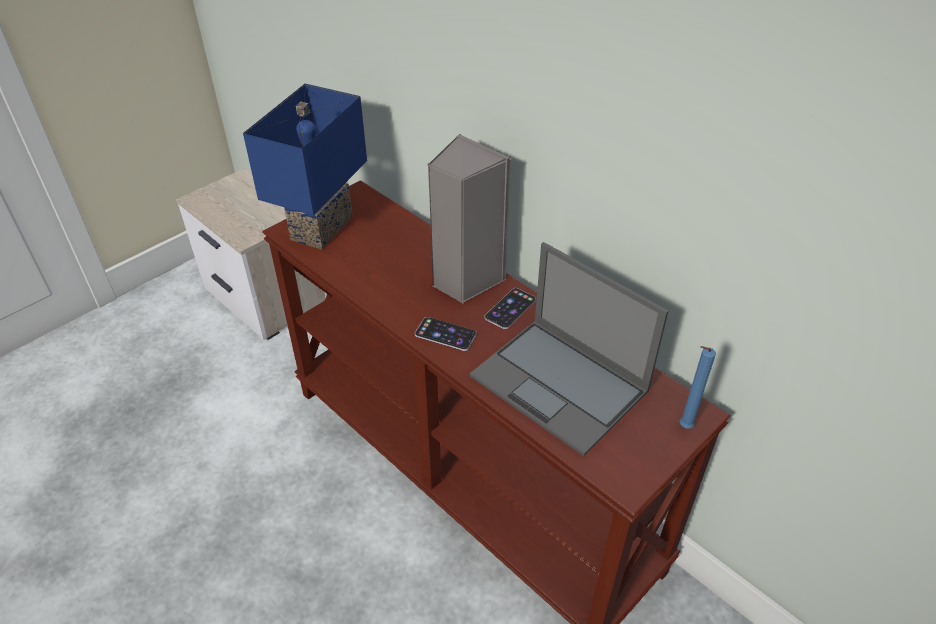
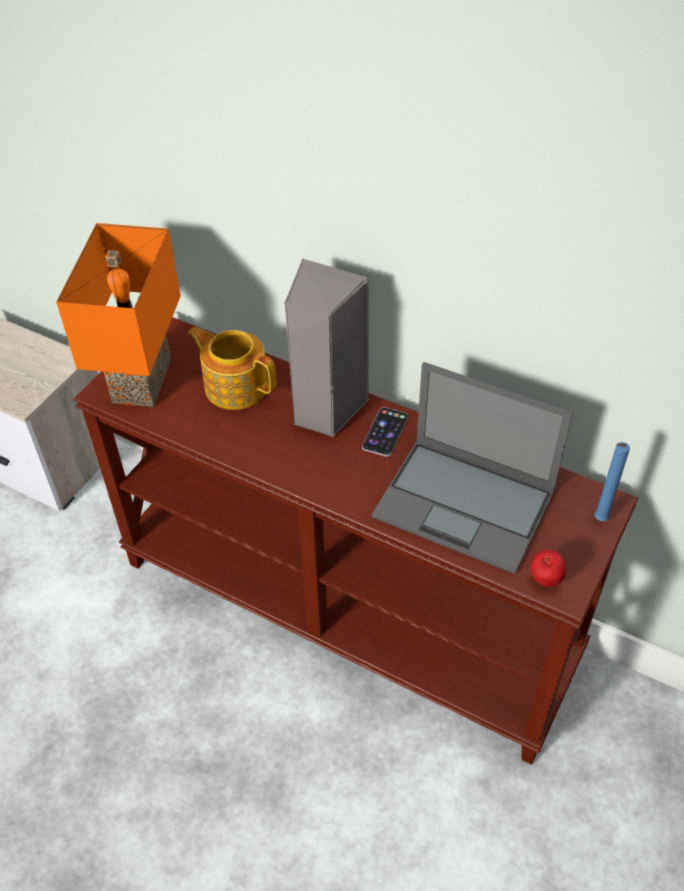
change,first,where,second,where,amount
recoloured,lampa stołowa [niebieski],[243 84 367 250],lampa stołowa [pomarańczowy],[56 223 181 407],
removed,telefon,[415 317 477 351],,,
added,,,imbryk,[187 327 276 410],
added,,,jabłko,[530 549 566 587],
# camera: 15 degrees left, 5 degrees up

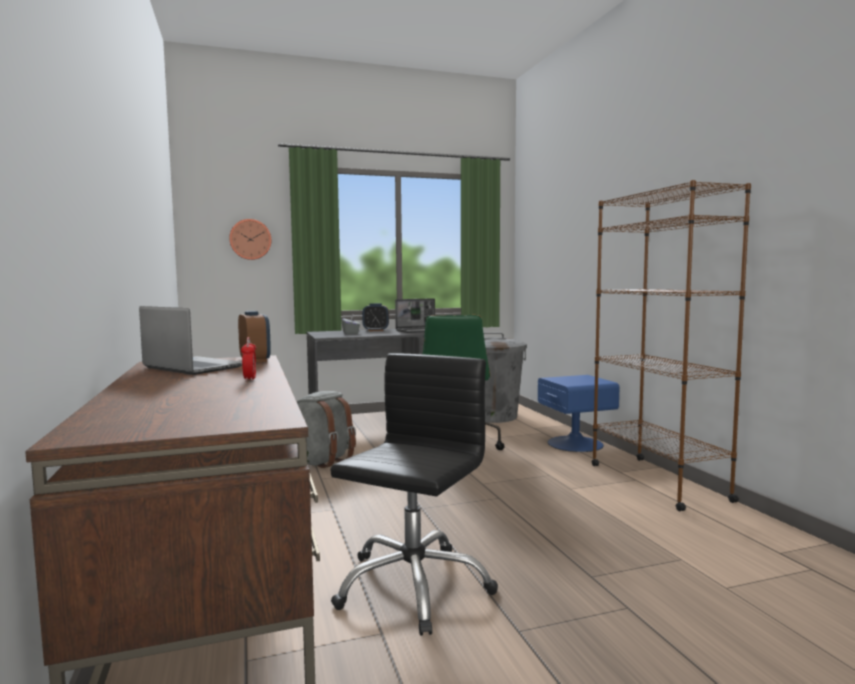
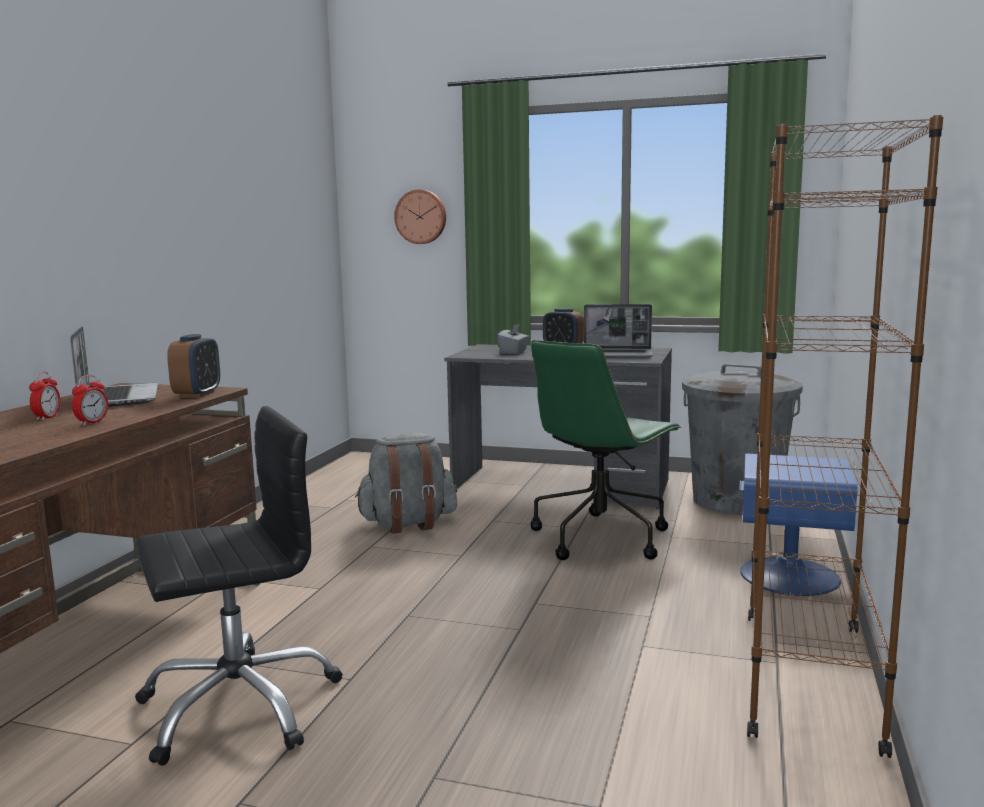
change,first,where,second,where,amount
added,,,budzik,[29 372 60 421],
# camera: 35 degrees right, 5 degrees up

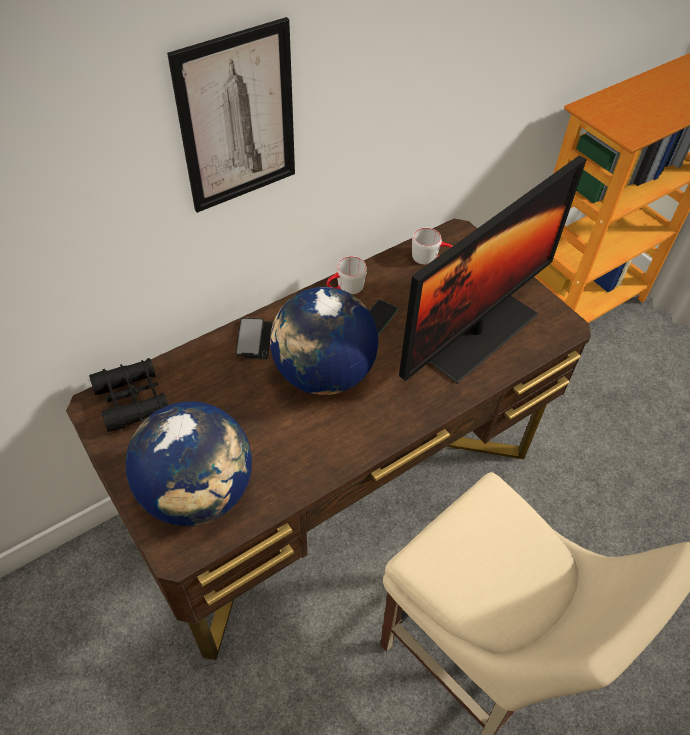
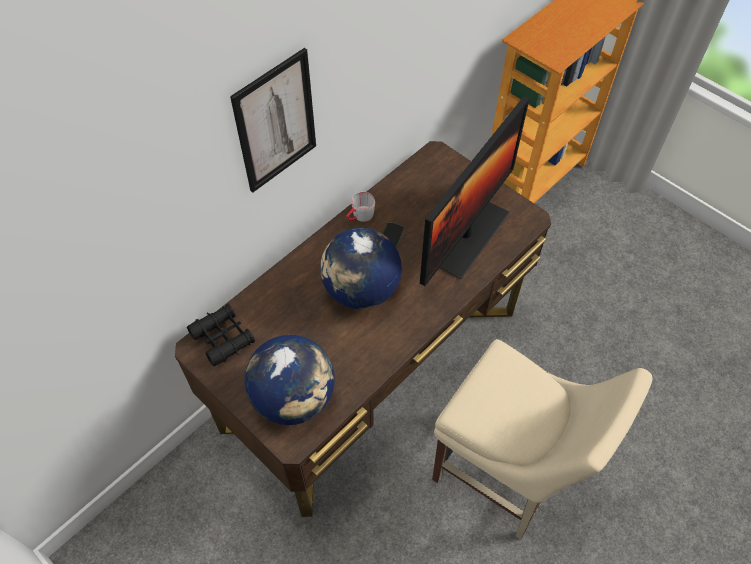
change,first,where,second,where,amount
removed,kubek [szary],[412 228 452 265],,,
removed,telefon,[235 318 272 359],,,
# camera: 10 degrees left, 5 degrees up

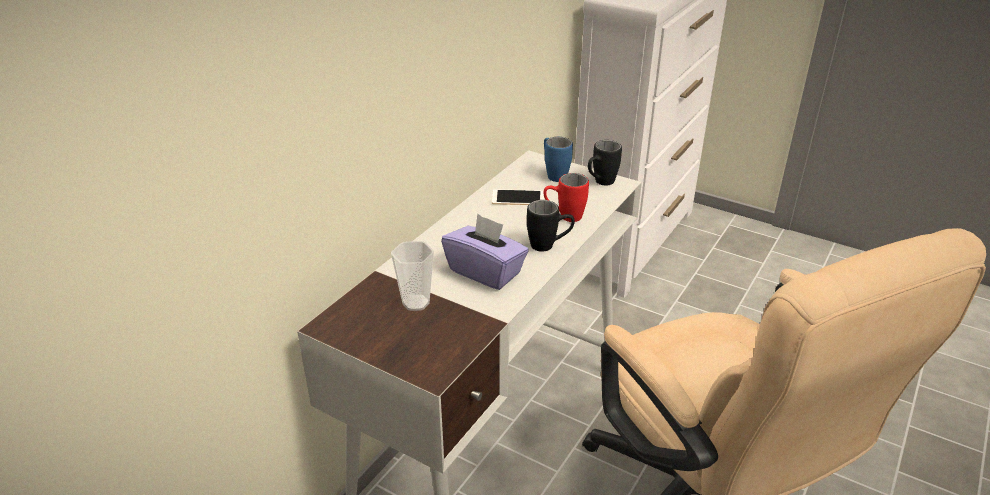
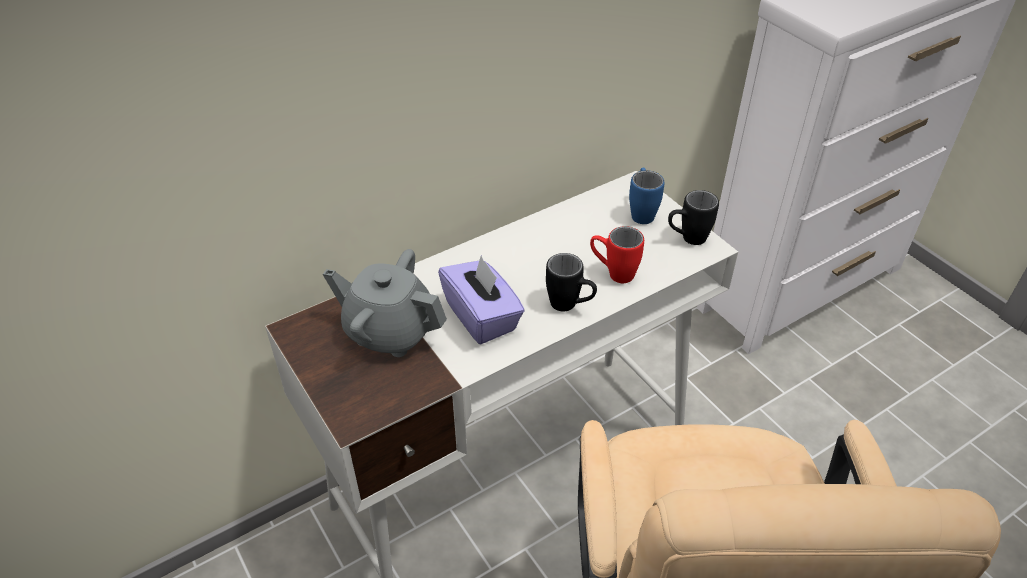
change,first,where,second,where,amount
removed,telefon,[492 189 547 205],,,
replaced,filiżanka,[391 241 434 311],imbryk [szary],[323 249 447 357],
# camera: 25 degrees right, 10 degrees up

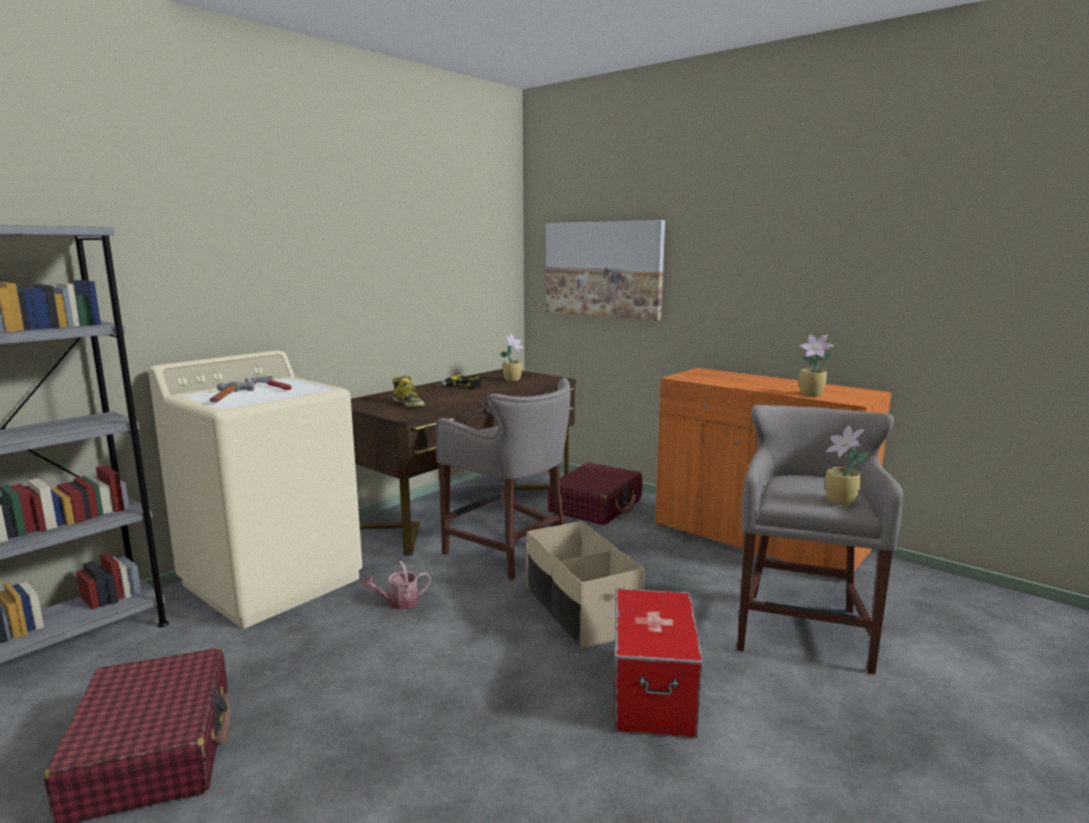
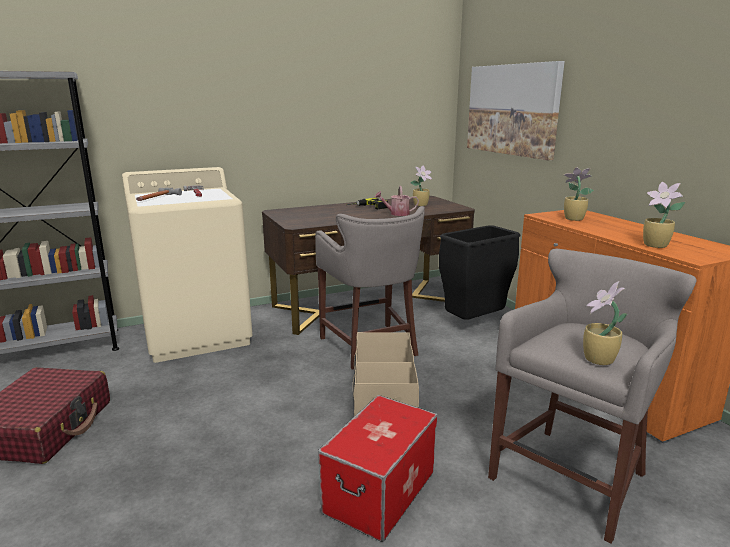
change,first,where,second,where,amount
removed,but z cholewką,[392 376 425 407],,,
replaced,walizka [czerwony],[547 462 642 525],kosz na śmieci [czarny],[439 225 520 320],
moved,konewka,[363 561 431 610],,[374 186 419 216],
added,,,roślina doniczkowa,[564 167 594 221],
# camera: 25 degrees right, 5 degrees up

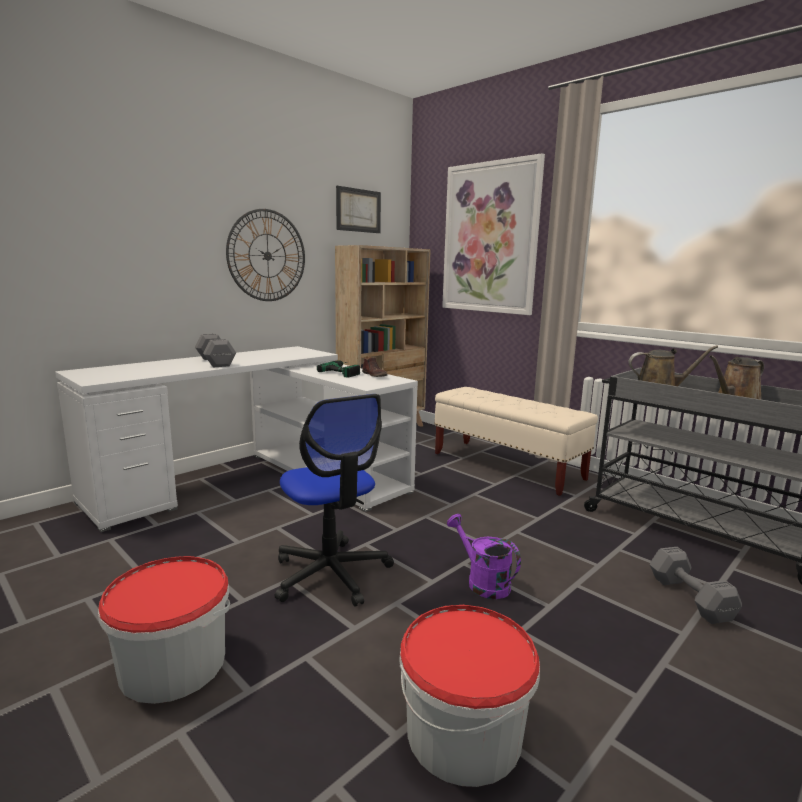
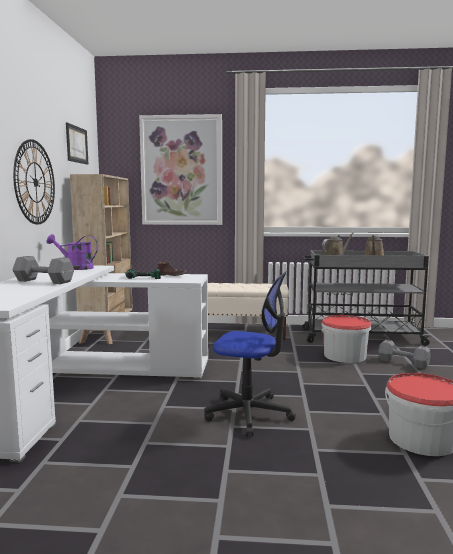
change,first,where,second,where,amount
moved,konewka [fioletowy],[447 514 521 599],,[46 234 98 270],
moved,wiadro,[98 556 230 704],,[321 315 371 363],
# camera: 40 degrees left, 5 degrees down

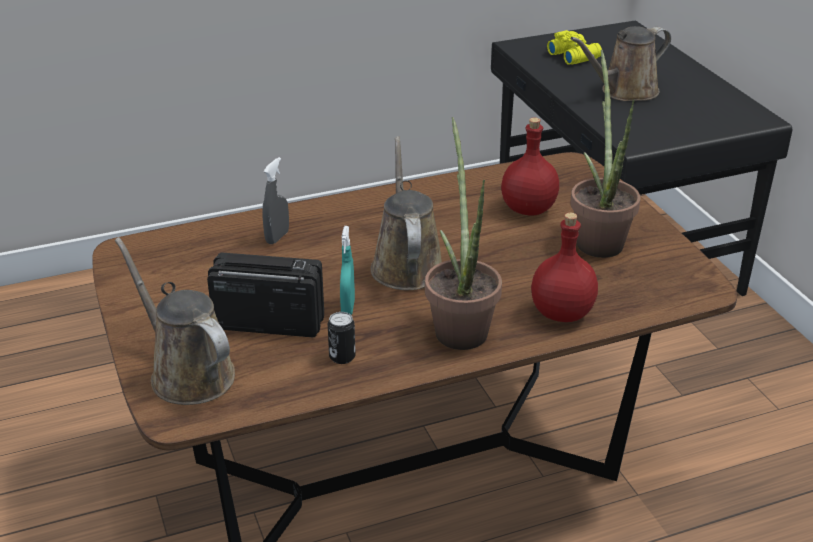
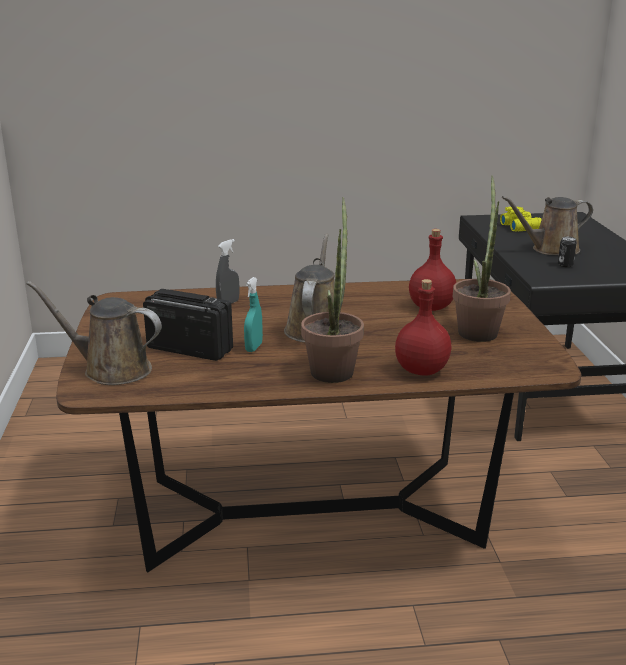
change,first,where,second,where,amount
turned,konewka [brązowy],[115 237 235 405],,[26 281 162 385],45 degrees counterclockwise
moved,puszka,[328 312 356 364],,[558 237 576 267],
# camera: 15 degrees right, 10 degrees down

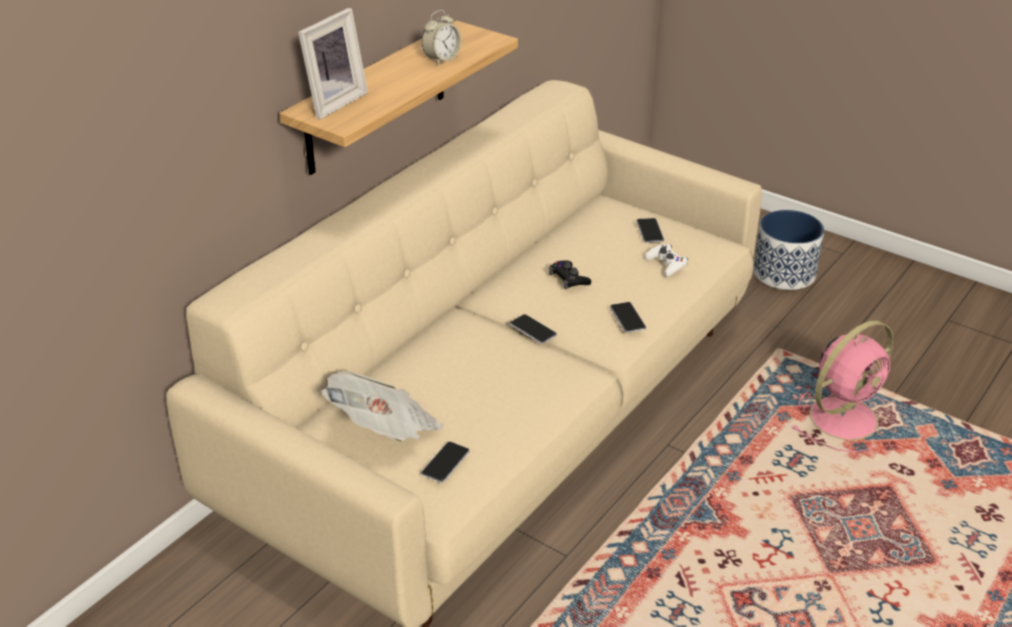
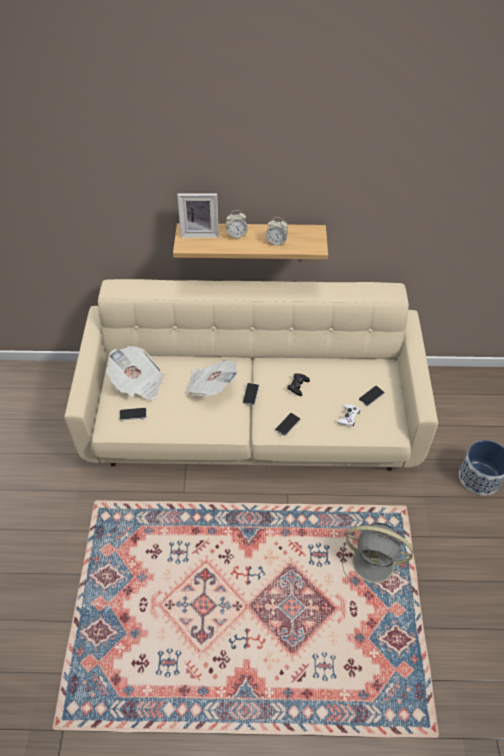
change,first,where,second,where,amount
recoloured,wentylator [różowy],[792 320 893 452],wentylator [szary],[342 523 413 588],
added,,,budzik,[226 210 248 238],
added,,,gazeta,[186 360 238 397],
# camera: 55 degrees right, 15 degrees up

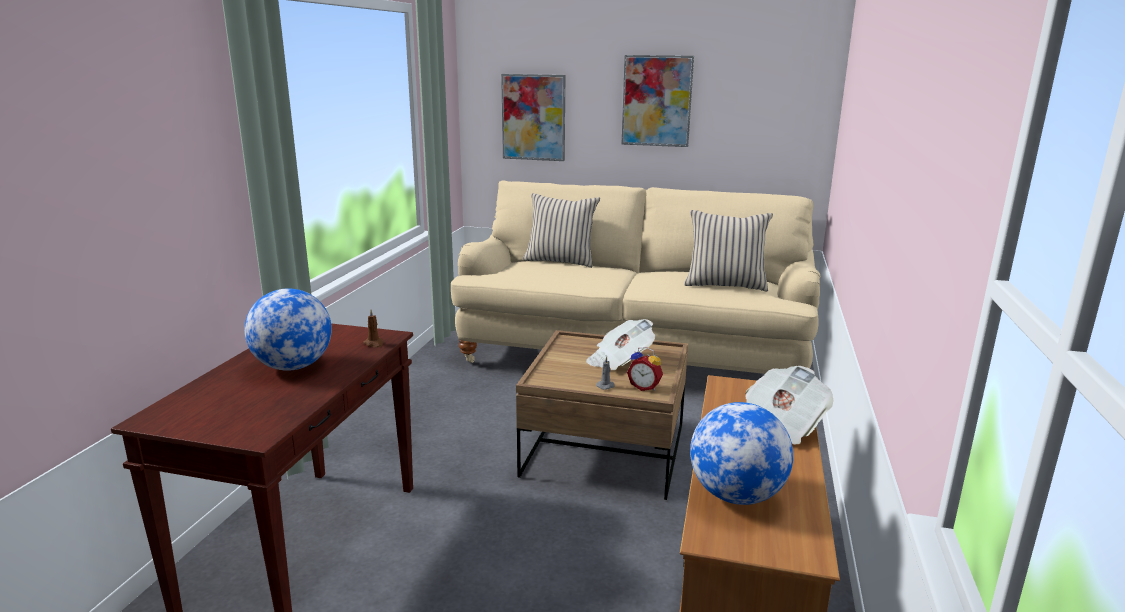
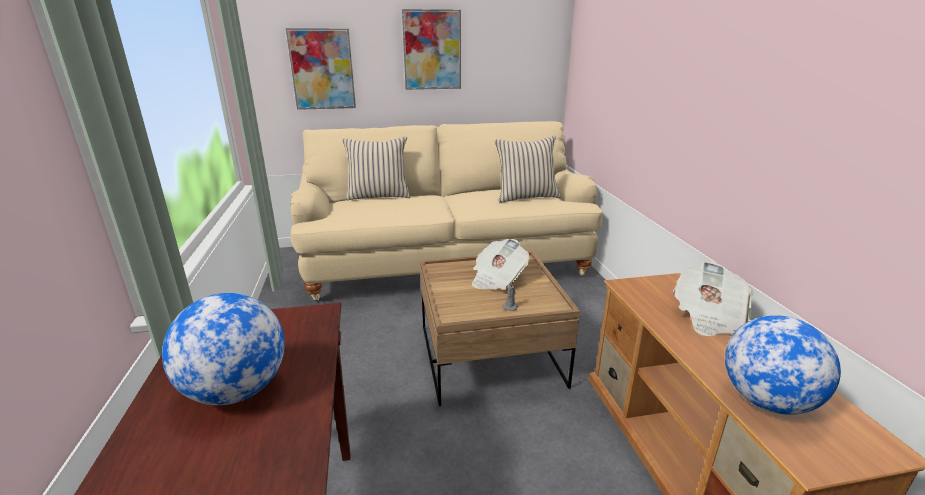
change,first,where,second,where,amount
removed,świeca [brązowy],[363 310 384 348],,,
removed,budzik,[627 347 663 391],,,
# camera: 25 degrees left, 5 degrees up

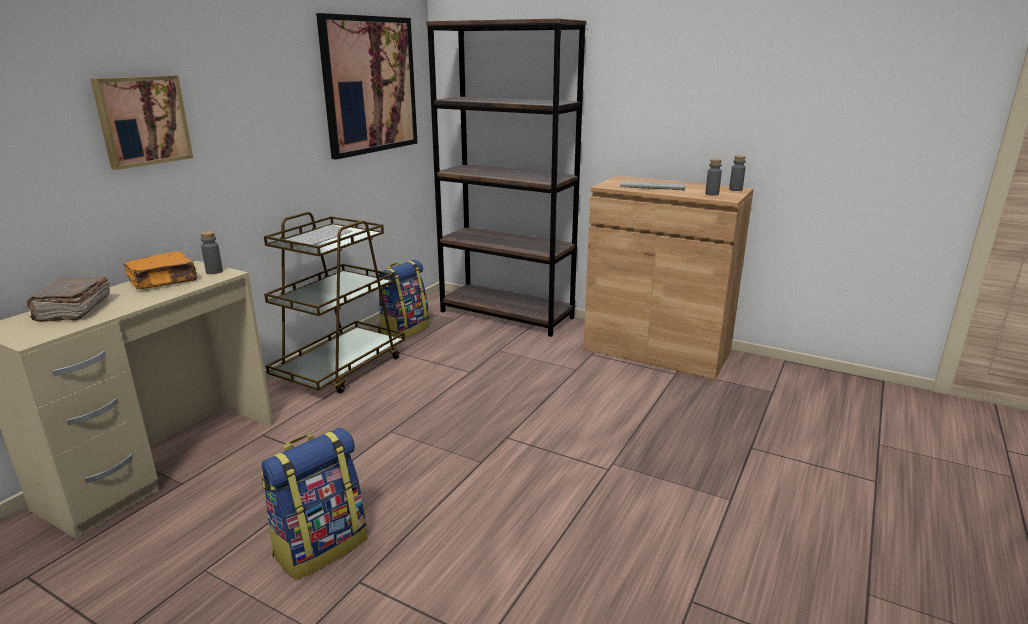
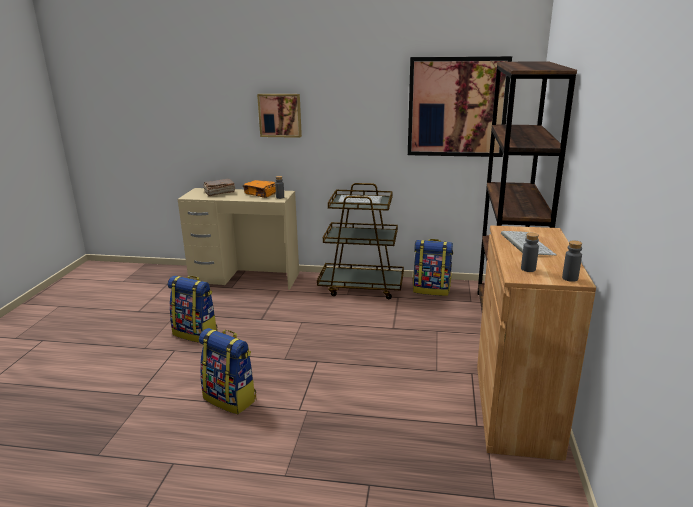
change,first,where,second,where,amount
added,,,plecak,[199 328 256 414],
# camera: 70 degrees right, 0 degrees up

